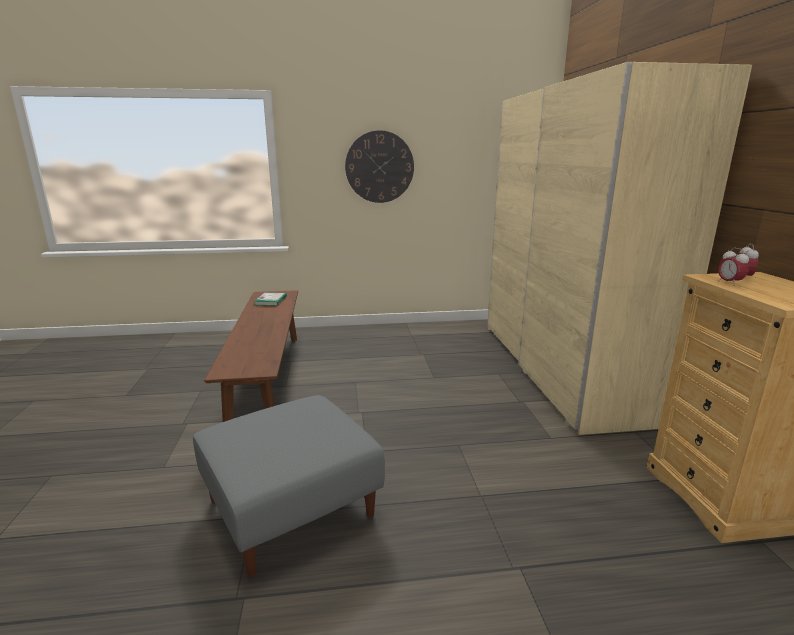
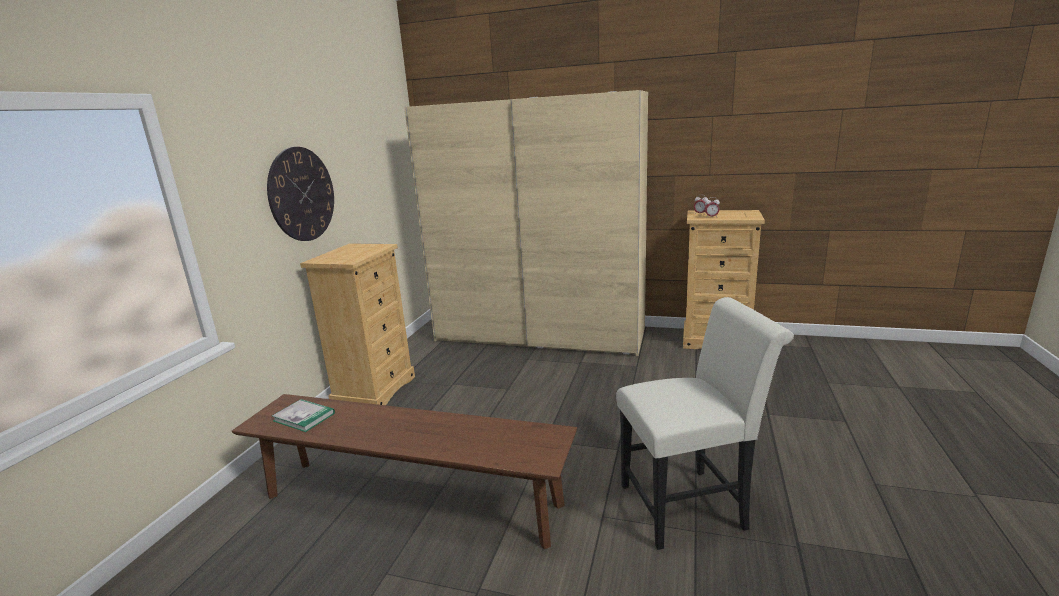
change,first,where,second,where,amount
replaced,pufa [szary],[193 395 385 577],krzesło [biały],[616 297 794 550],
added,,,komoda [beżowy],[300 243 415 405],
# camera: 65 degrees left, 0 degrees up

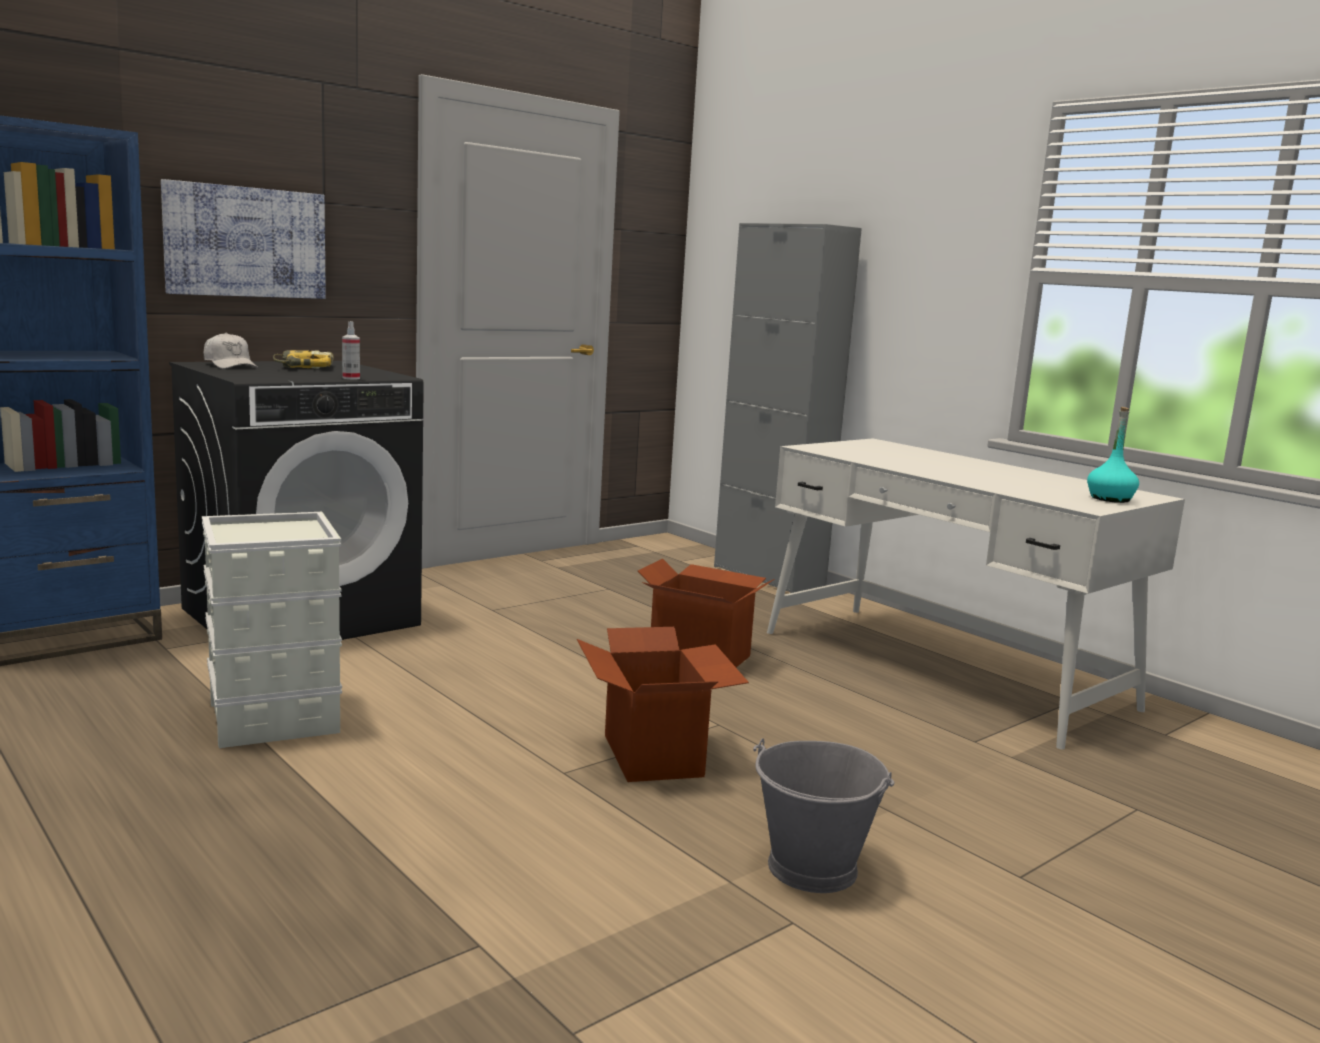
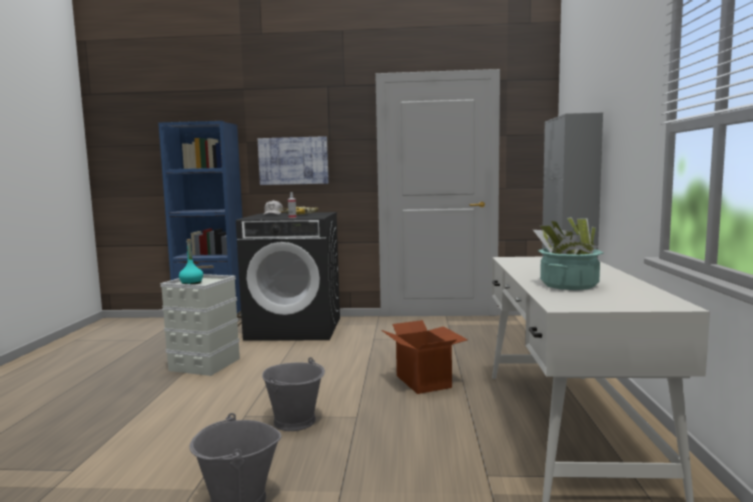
change,first,where,second,where,amount
moved,butelka [turkusowy],[1087 407 1139 503],,[179 239 203 285],
replaced,karton,[577 627 749 782],wiadro [szary],[262 357 325 431],
added,,,roślina doniczkowa,[533 217 604 290],
# camera: 45 degrees right, 5 degrees down

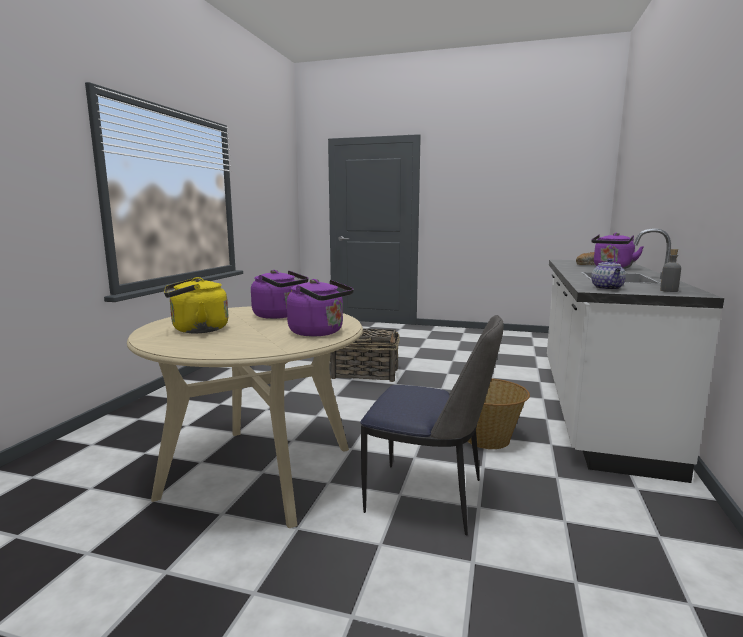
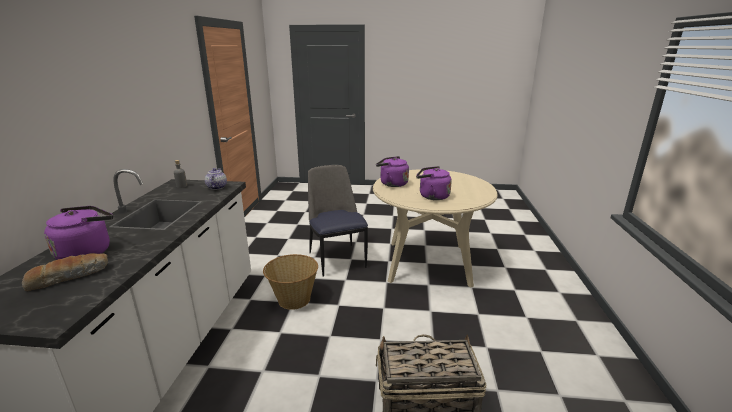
change,first,where,second,where,amount
removed,czajnik [żółty],[164 277 228 333],,,
turned,krzesło,[360 315 504 535],,[308 165 368 277],60 degrees clockwise
# camera: 170 degrees right, 10 degrees up

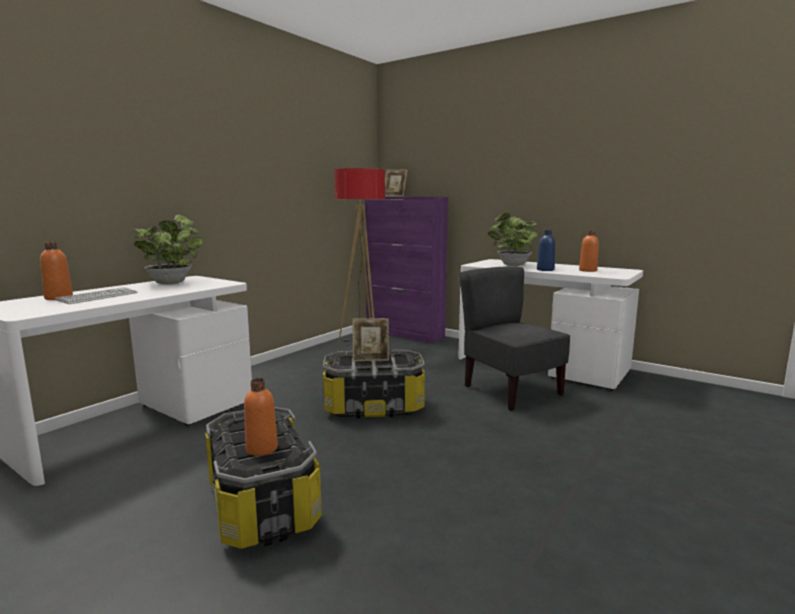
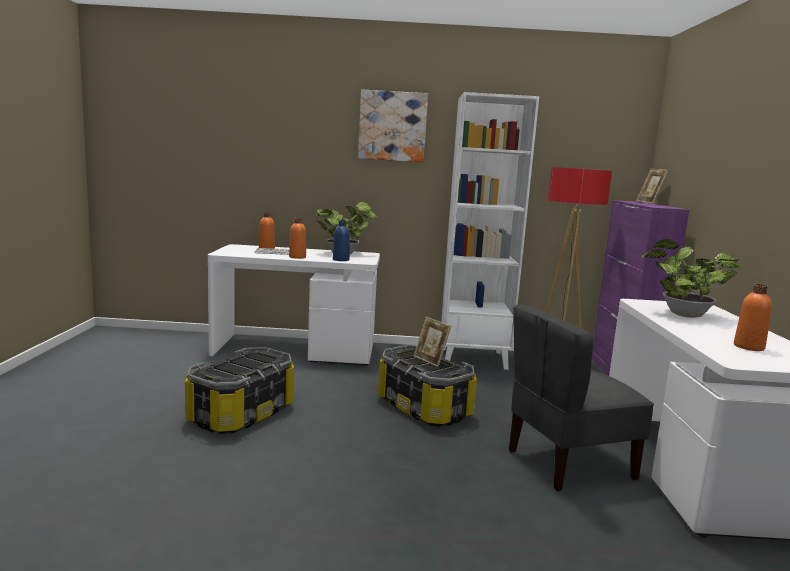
change,first,where,second,where,amount
moved,butelka [niebieski],[537 230 555 271],,[333 220 350 261],
turned,krzesło [szary],[460 266 570 411],,[509 304 654 491],135 degrees counterclockwise
moved,butelka [pomarańczowy],[244 378 278 456],,[289 218 306 259],
added,,,obraz,[358 89 428 162],
added,,,regał [biały],[441 92 539 370],
# camera: 55 degrees right, 0 degrees up

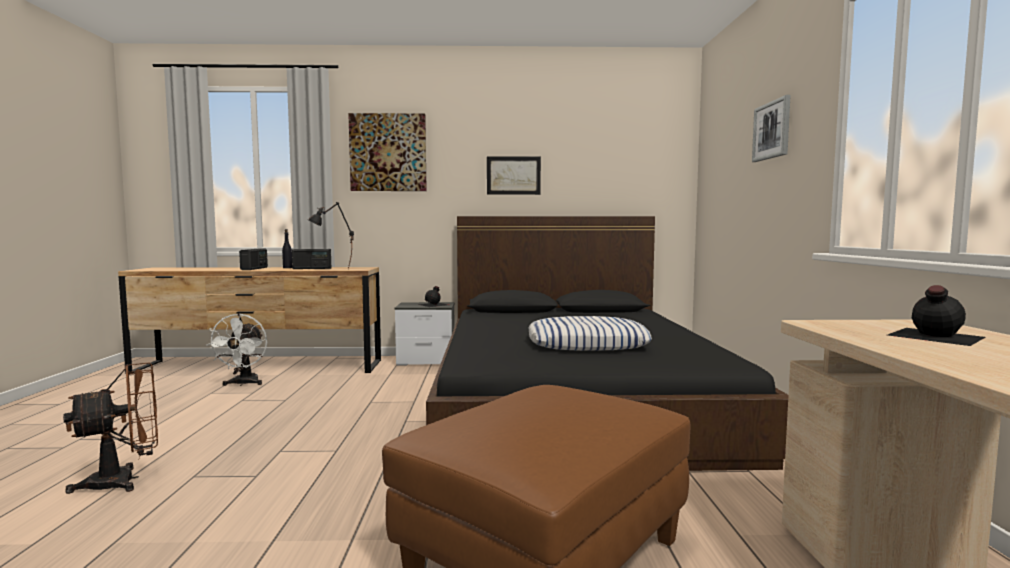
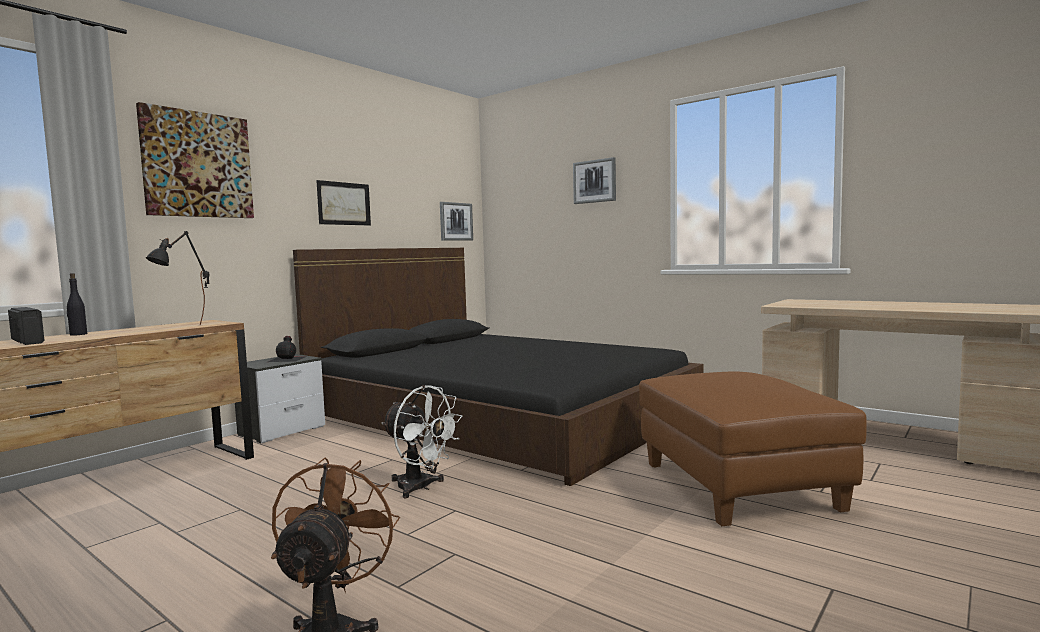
change,first,where,second,where,amount
removed,radio,[292 249 331 269],,,
removed,butelka [czarny],[888 285 986 346],,,
moved,wentylator [biały],[206 313 267 386],,[381 385 463 498],
removed,poduszka,[528 316 652 351],,,
added,,,obraz,[440 202 473 241],
# camera: 50 degrees left, 0 degrees up

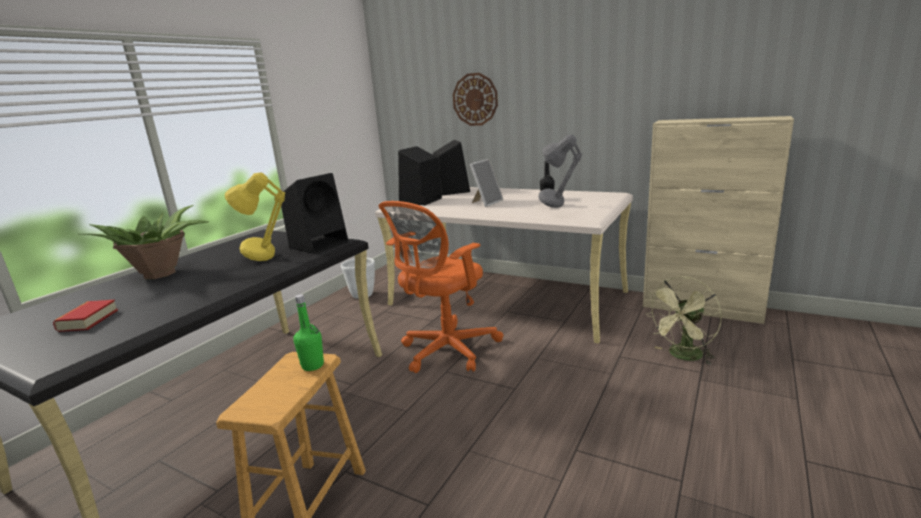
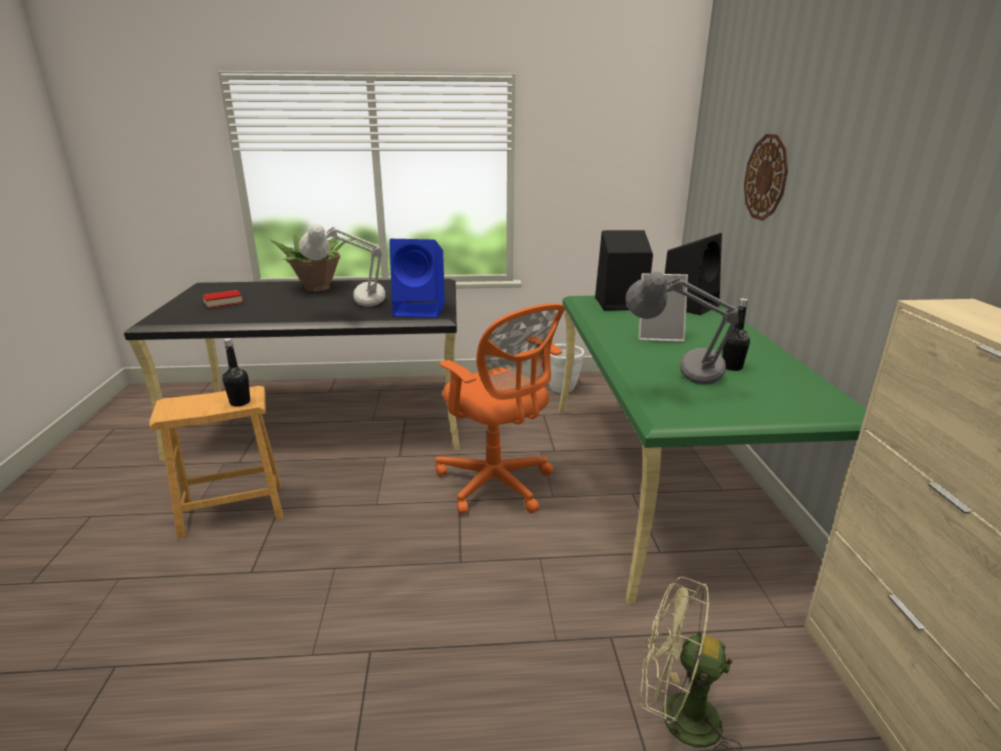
change,first,where,second,where,amount
recoloured,lampa stołowa [żółty],[225 172 285 261],lampa stołowa [szary],[299 224 385 307],
recoloured,głośnik [czarny],[281 173 349 254],głośnik [niebieski],[389 239 445 318],
recoloured,biurko [beżowy],[375 187 633 344],biurko [zielony],[559 296 866 604],
turned,krzesło biurowe [pomarańczowy],[379 201 503 373],,[435 303 565 515],135 degrees counterclockwise
recoloured,butelka [zielony],[294 294 324 371],butelka [czarny],[222 338 250 407],
# camera: 55 degrees right, 5 degrees up

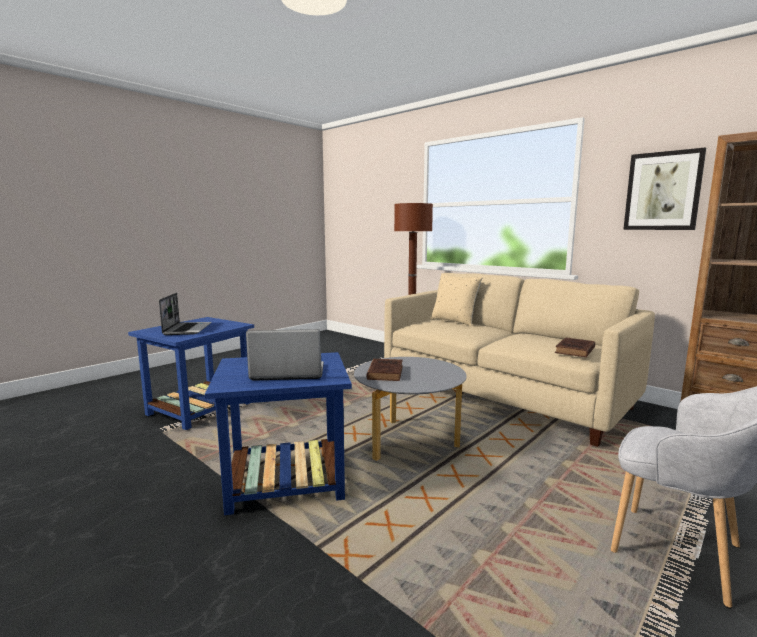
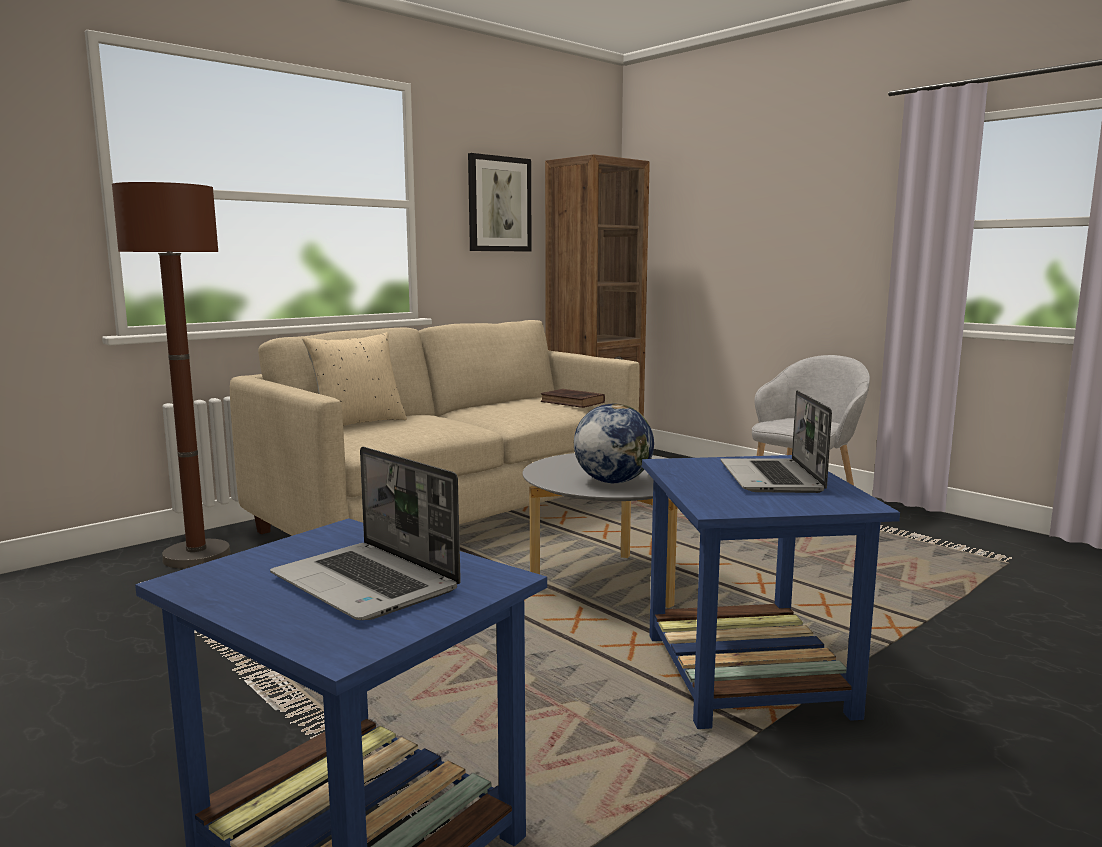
change,first,where,second,where,amount
turned,laptop,[159 293 212 335],,[270 447 461 620],135 degrees counterclockwise
replaced,książka [brązowy],[366 359 403 381],globus,[574 403 654 483],
# camera: 85 degrees left, 0 degrees up

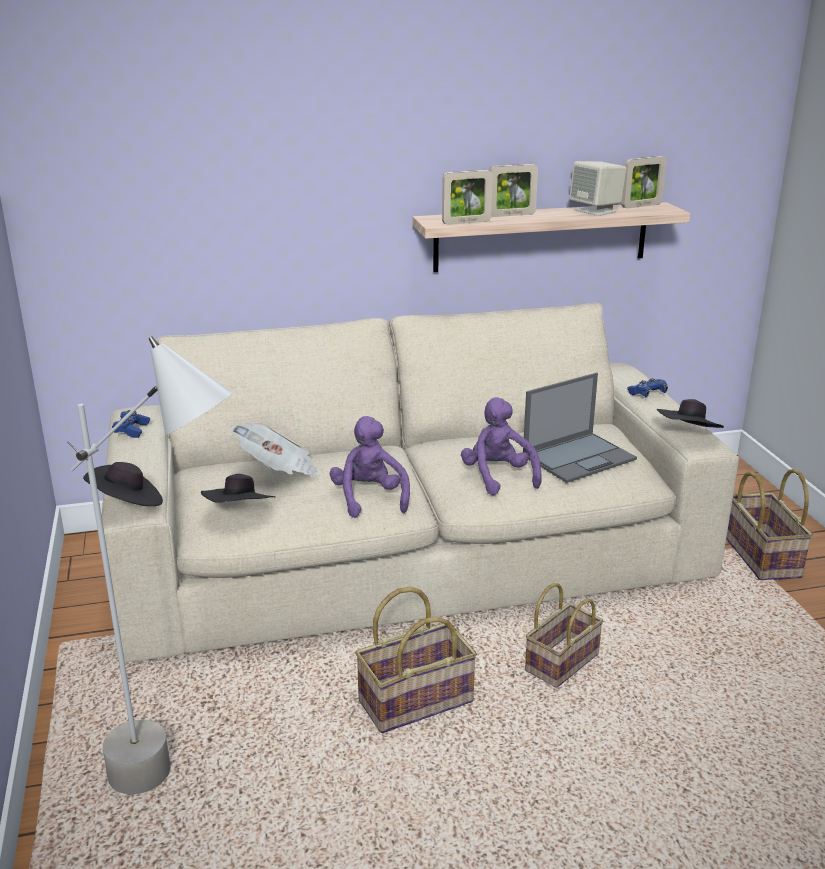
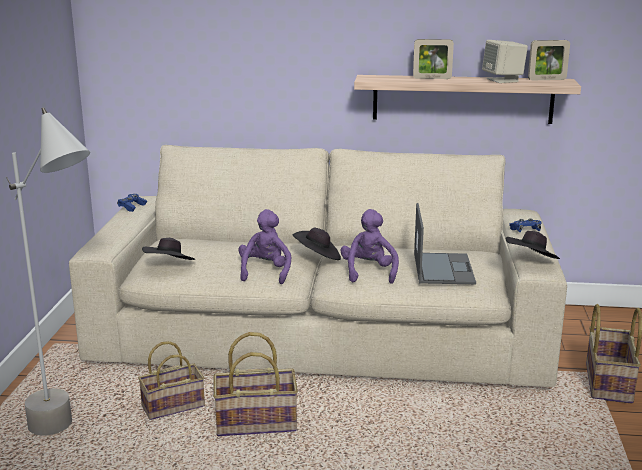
change,first,where,second,where,amount
removed,ramka na zdjęcie,[442 170 492 225],,,
turned,laptop,[523 373 637 483],,[414 203 476 284],75 degrees counterclockwise
removed,gazeta,[231 423 320 476],,,
moved,kapelusz [czarny],[83 462 163 506],,[293 228 341 260],
moved,koszyk,[525 583 603 688],,[138 341 205 420],
# camera: 20 degrees right, 5 degrees down

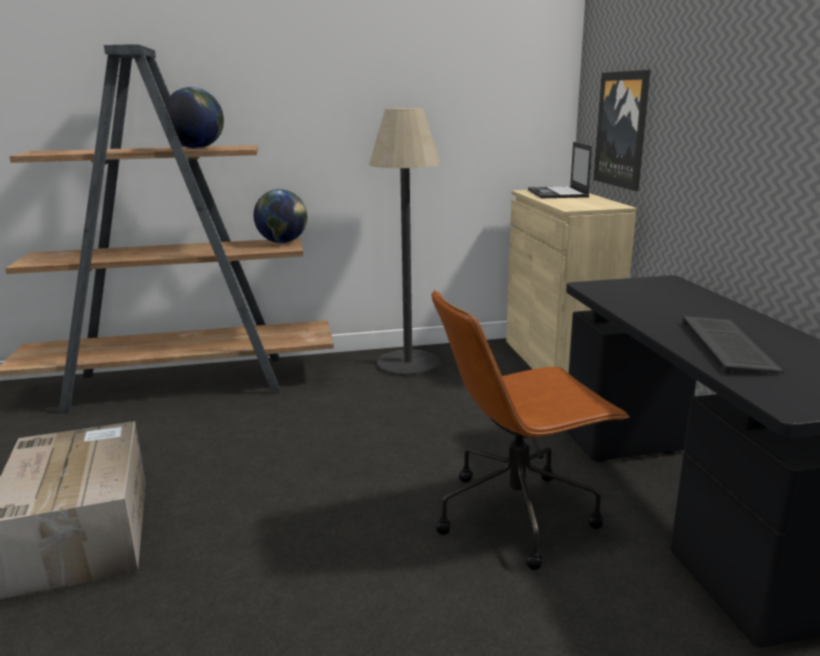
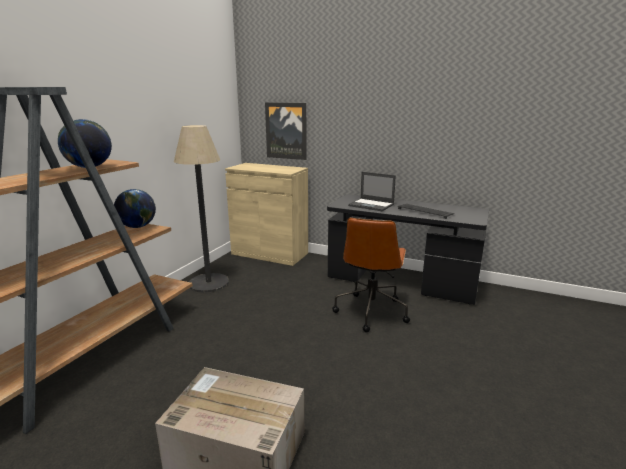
change,first,where,second,where,amount
moved,laptop,[528 142 592 198],,[348 172 396 211],
# camera: 55 degrees left, 0 degrees up

